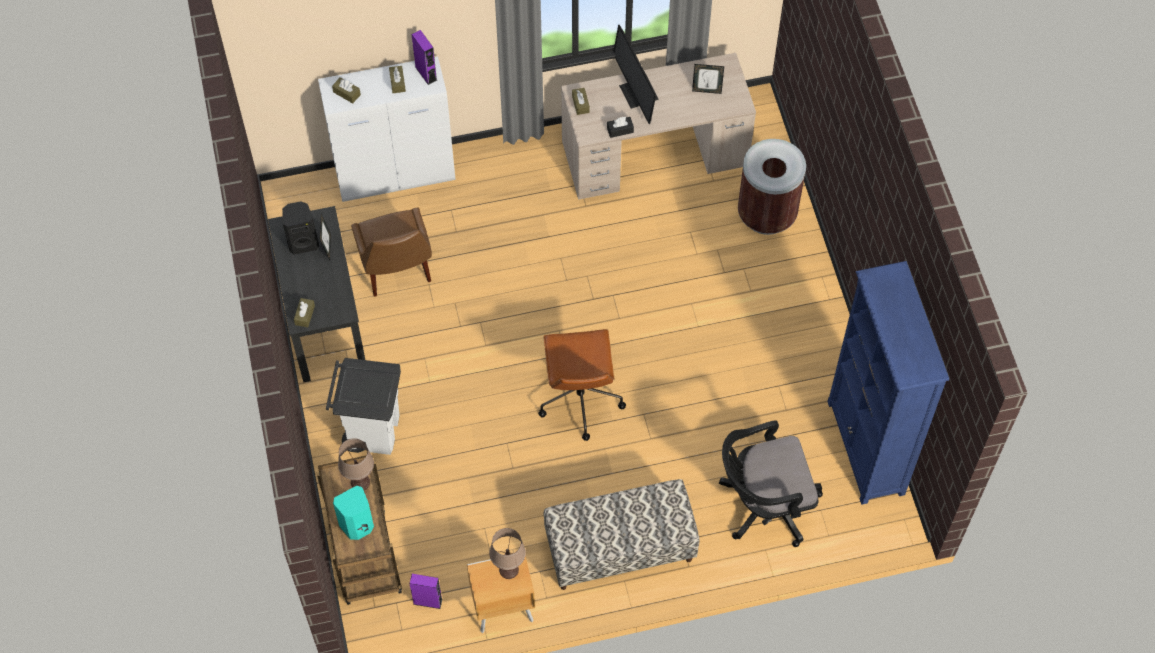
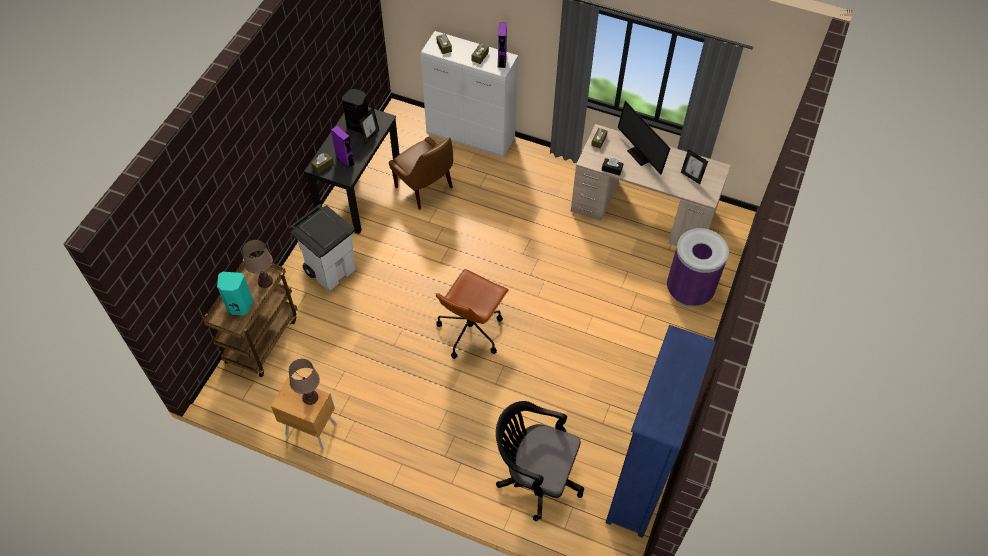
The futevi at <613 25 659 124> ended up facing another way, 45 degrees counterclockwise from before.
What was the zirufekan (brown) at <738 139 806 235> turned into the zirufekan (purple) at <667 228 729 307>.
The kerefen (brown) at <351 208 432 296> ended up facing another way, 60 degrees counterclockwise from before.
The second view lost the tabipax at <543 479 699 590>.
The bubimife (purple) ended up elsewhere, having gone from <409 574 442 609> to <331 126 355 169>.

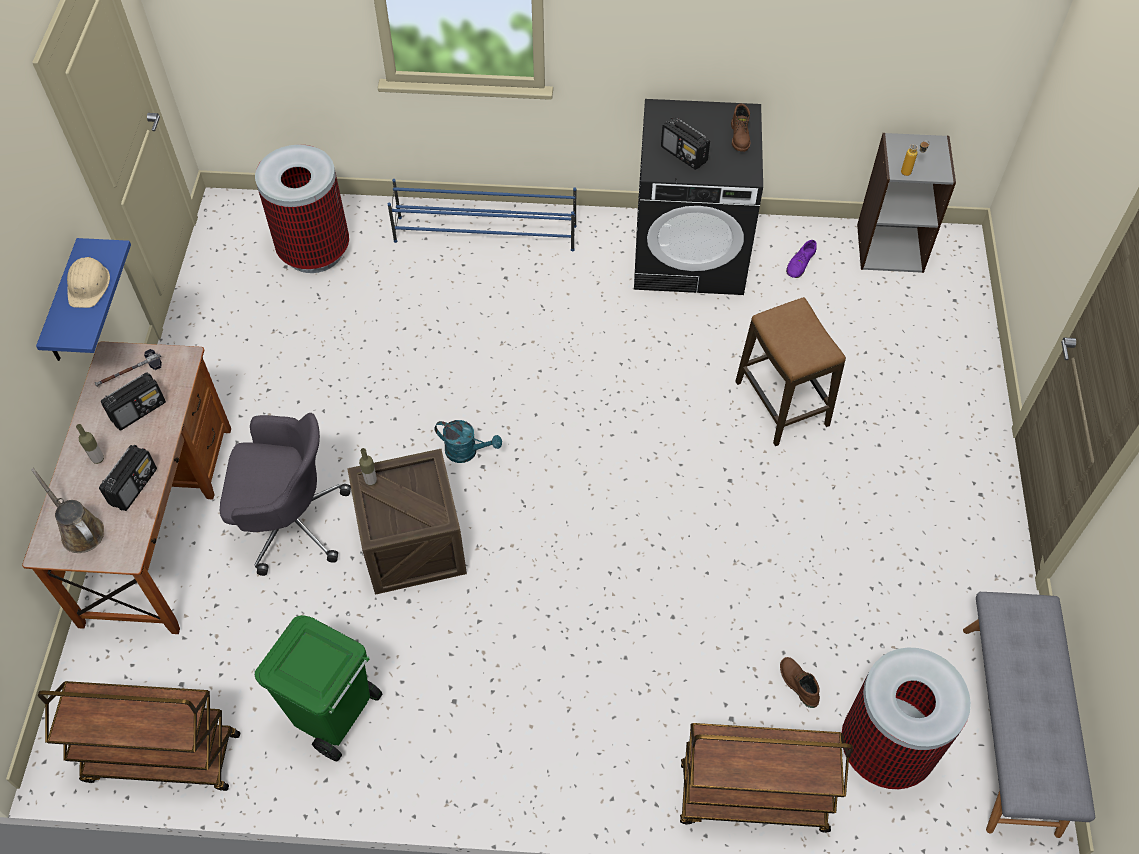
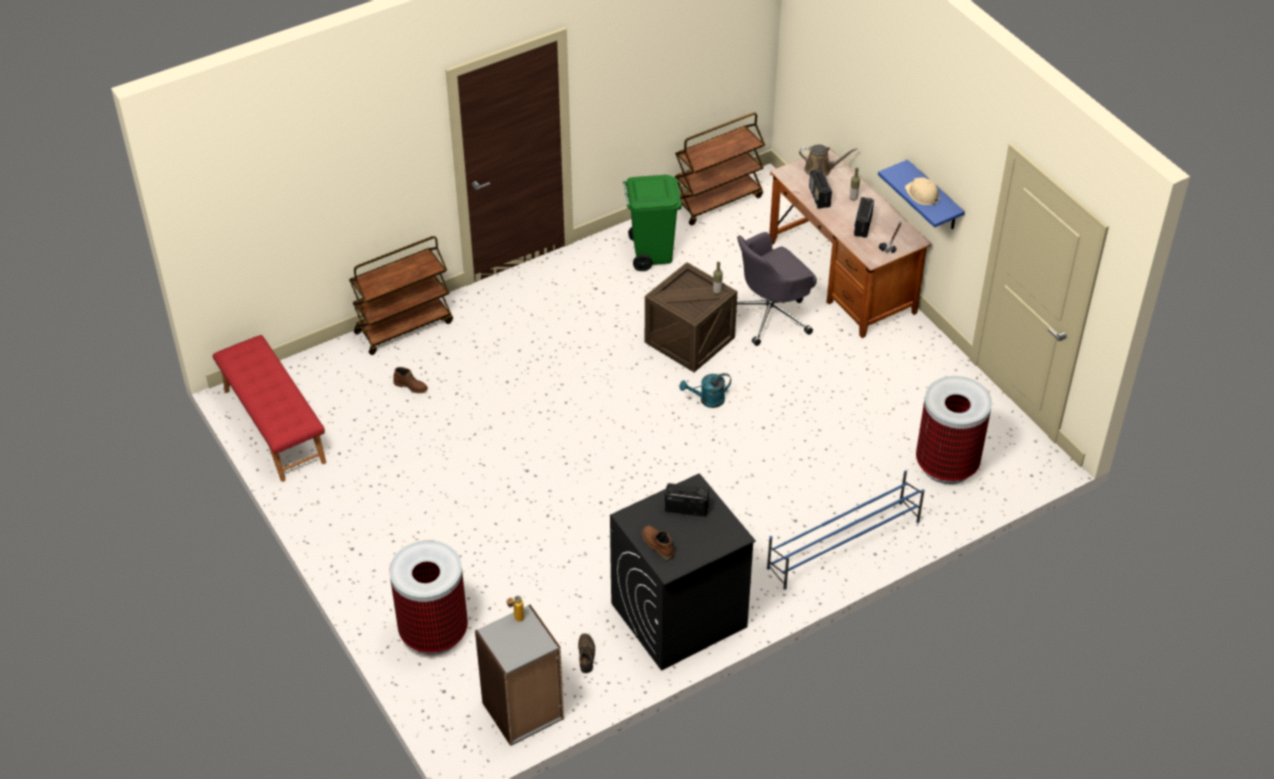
What was the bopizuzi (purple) at <786 240 817 278> turned into the bopizuzi (brown) at <578 633 595 673>.
The second view lost the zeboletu at <735 297 846 446>.
What was the tabipax (grey) at <963 592 1095 838> turned into the tabipax (red) at <213 335 326 482>.
The zirufekan ended up elsewhere, having gone from <842 648 971 789> to <389 540 468 655>.

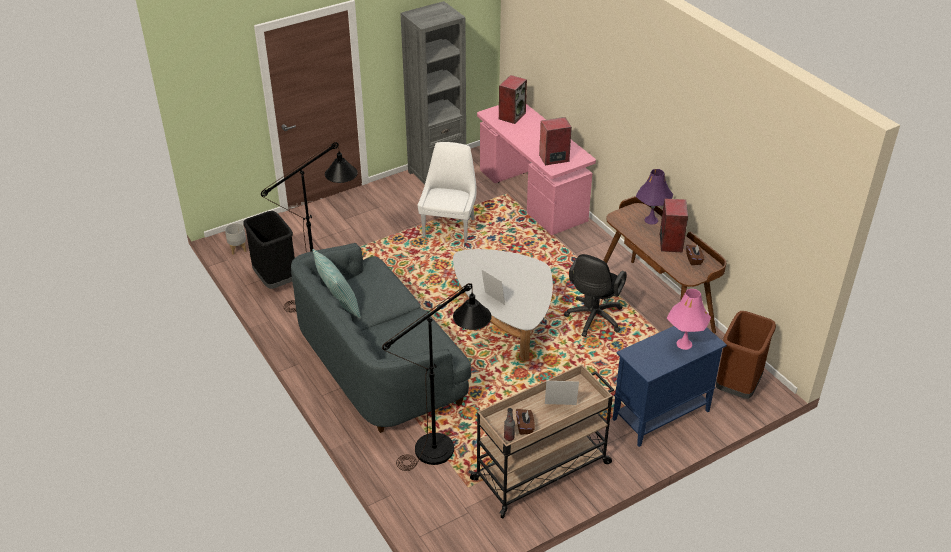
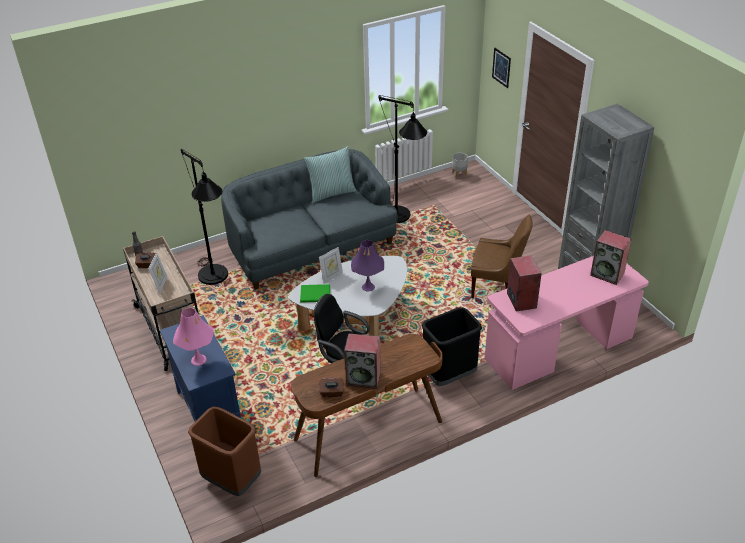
What was the kerefen (white) at <418 142 476 242> turned into the kerefen (brown) at <471 215 533 298>.
The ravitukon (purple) ended up elsewhere, having gone from <636 169 673 225> to <351 240 384 292>.
The zirufekan (black) ended up elsewhere, having gone from <243 211 295 289> to <422 307 482 386>.
The second view gained the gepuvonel at <492 48 511 88>.
The second view gained the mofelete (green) at <300 284 330 303>.

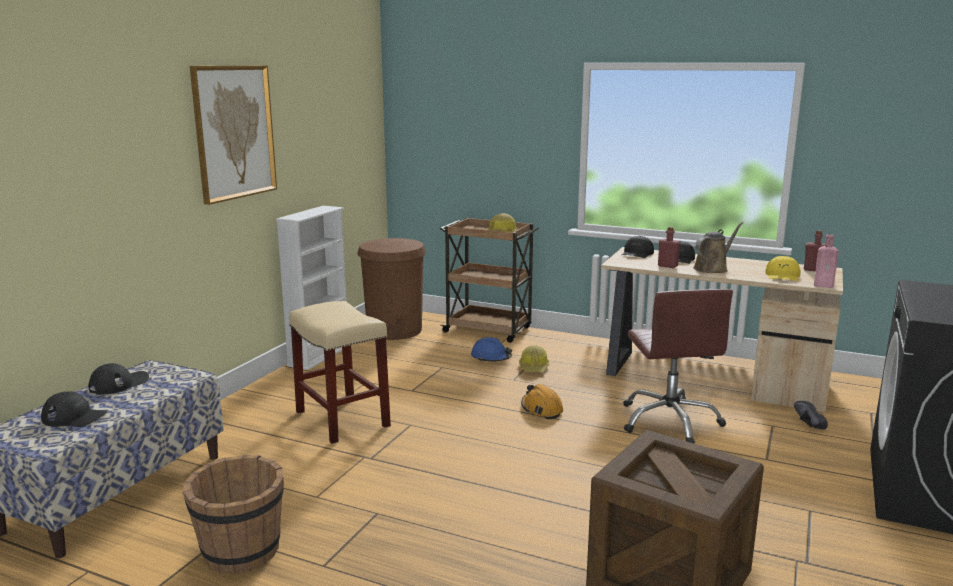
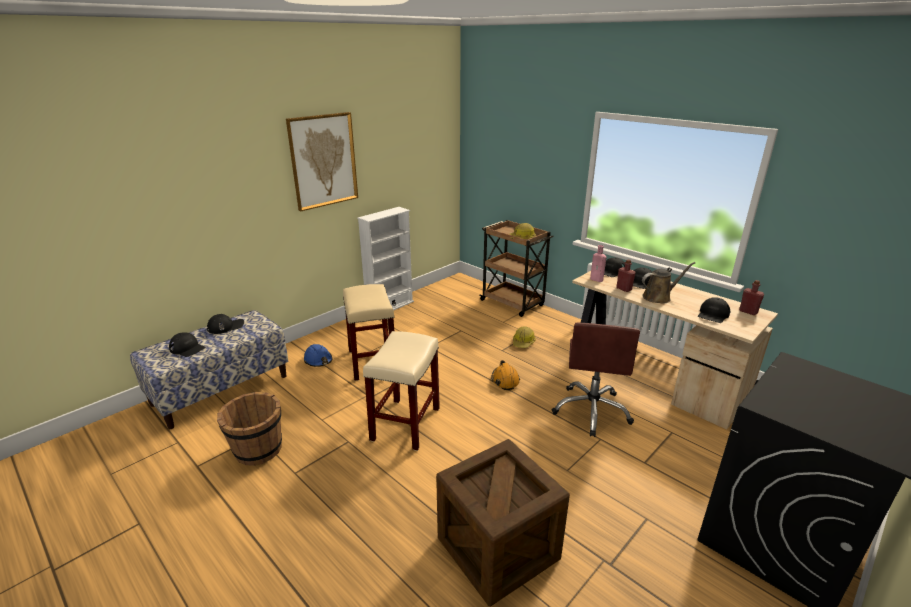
The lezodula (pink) ended up elsewhere, having gone from <814 234 839 288> to <590 245 606 282>.
The second view lost the zirufekan (brown) at <358 238 426 340>.
What was the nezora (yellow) at <765 256 801 281> turned into the nezora (black) at <698 297 730 323>.
The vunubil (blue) ended up elsewhere, having gone from <471 337 512 362> to <304 344 332 367>.
The second view lost the bopizuzi (black) at <794 401 828 430>.
The second view gained the zeboletu (beige) at <363 331 440 451>.

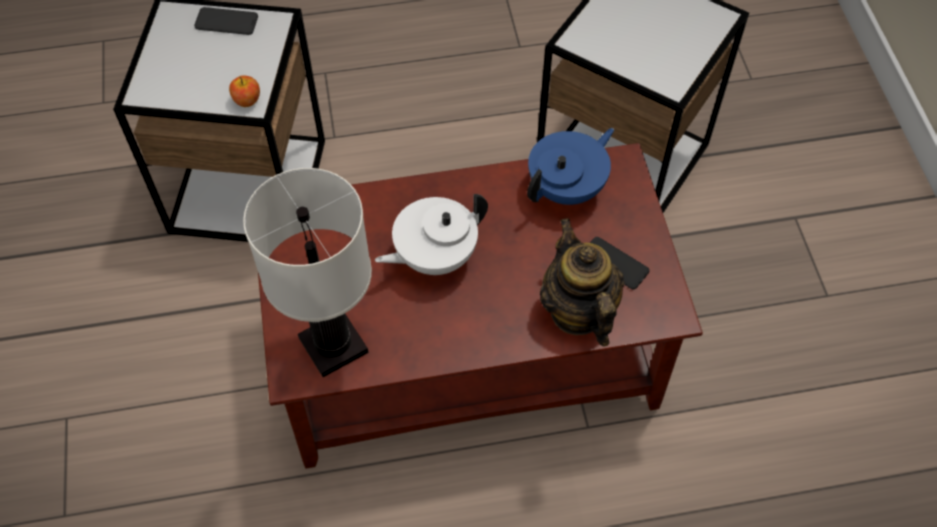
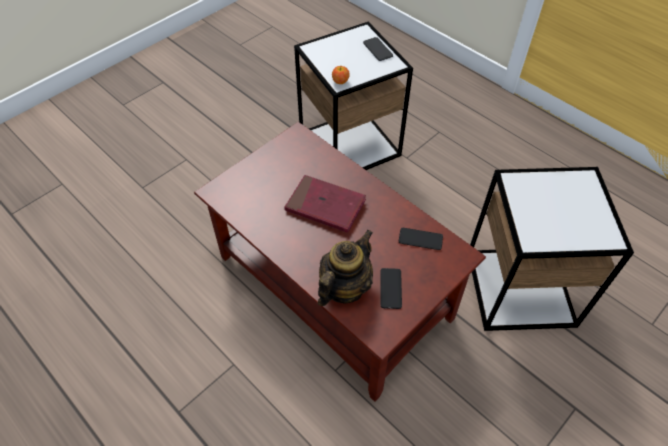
Where the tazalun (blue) stood at <527 128 614 205>, the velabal came to stand at <399 228 443 250>.
The second view lost the ravitukon (white) at <243 168 372 377>.
Where the tazalun (white) stood at <375 194 488 275>, the mofelete (red) came to stand at <284 175 366 233>.

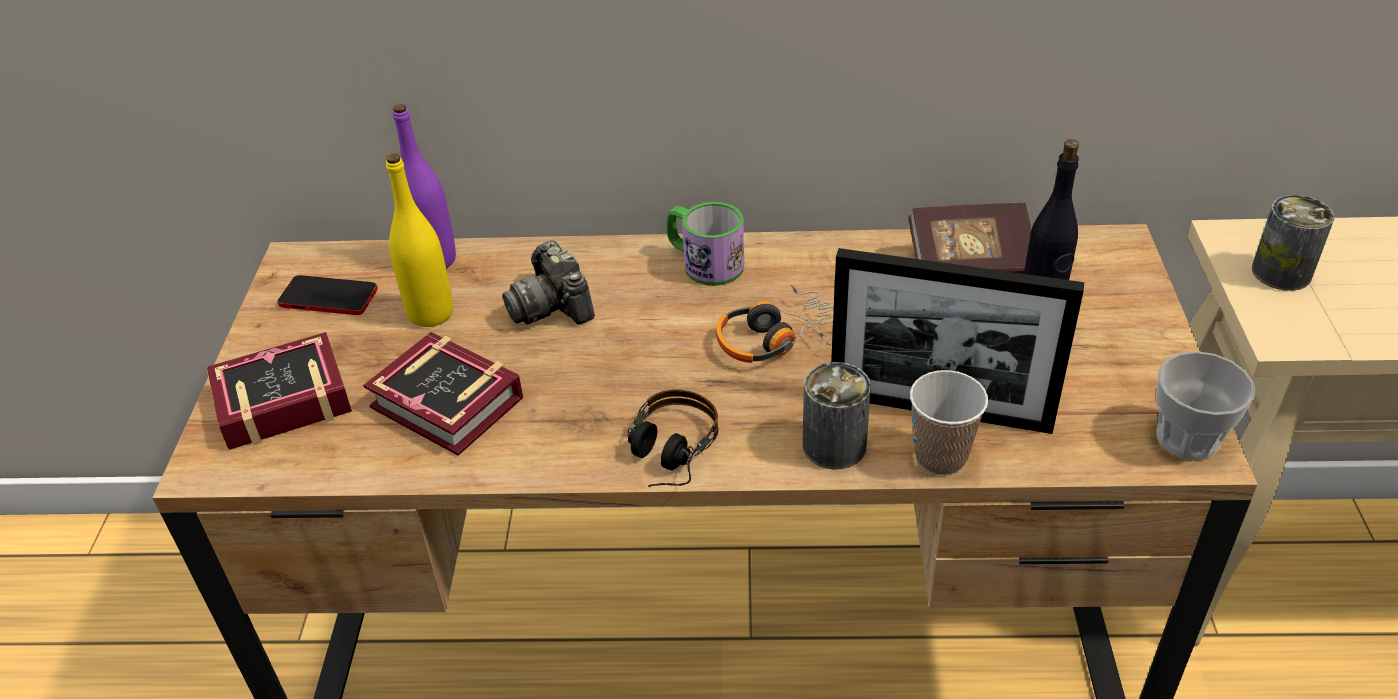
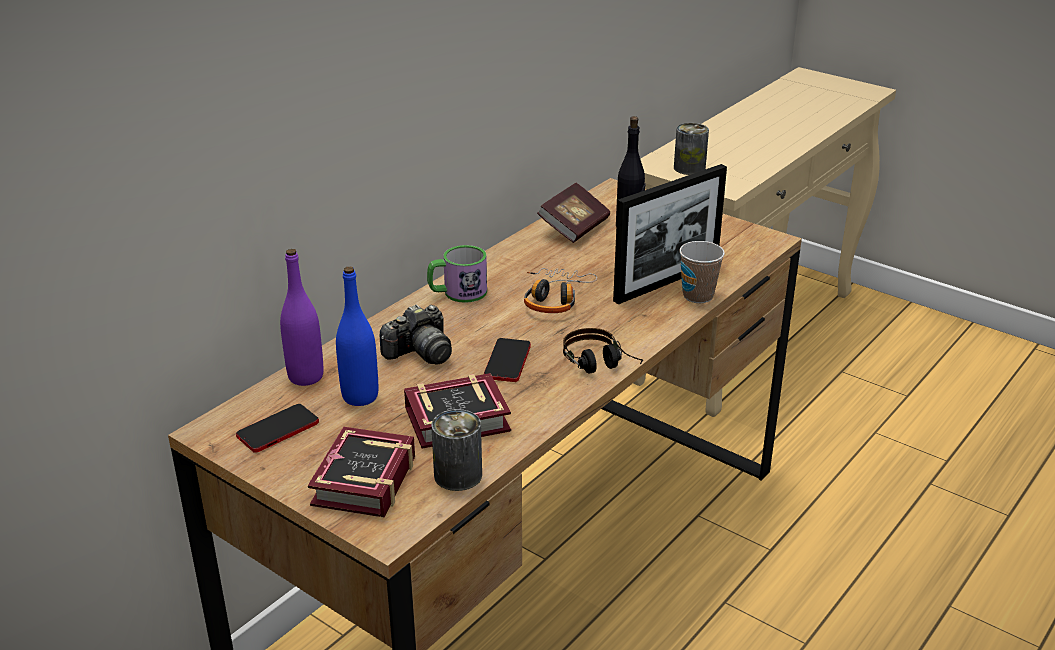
What was the lezodula (yellow) at <386 153 453 327> turned into the lezodula (blue) at <336 266 378 406>.
The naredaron at <502 240 595 325> ended up facing another way, 45 degrees counterclockwise from before.
The second view lost the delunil at <1157 351 1255 461>.
The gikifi ended up elsewhere, having gone from <802 362 871 470> to <431 409 482 491>.
The second view gained the velabal at <484 338 531 382>.

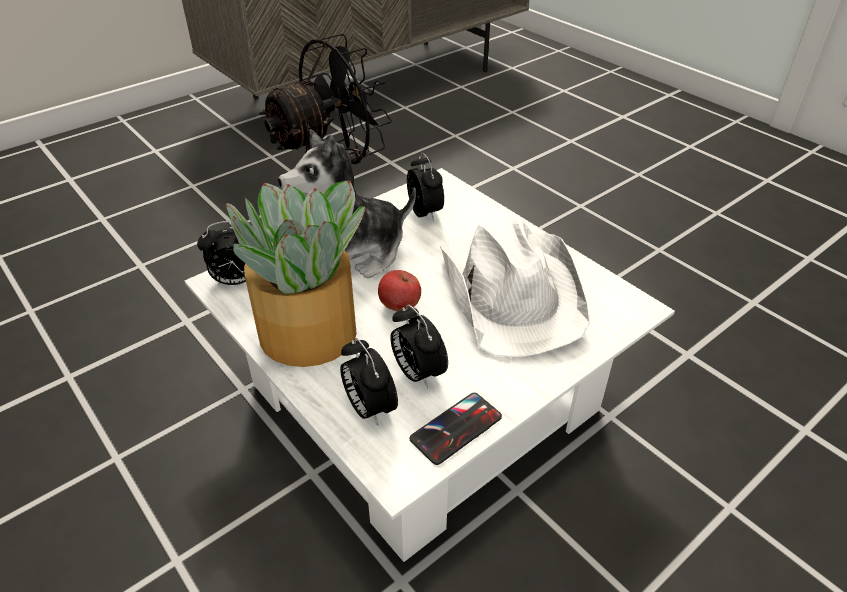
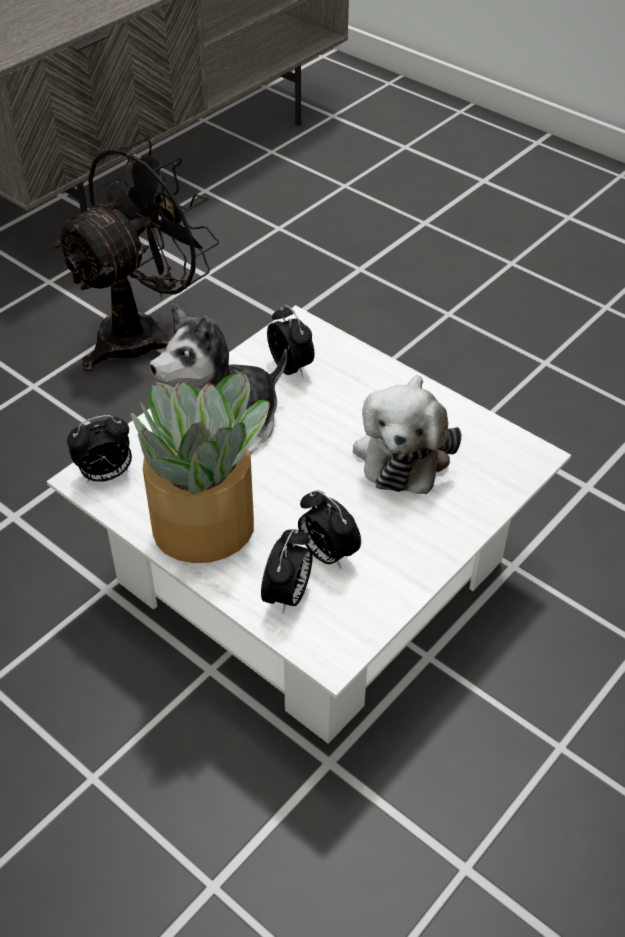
Where the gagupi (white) stood at <440 216 590 357>, the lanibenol came to stand at <353 375 461 494>.
The second view lost the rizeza at <378 270 421 311>.
The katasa at <340 338 398 426> ended up facing another way, 120 degrees counterclockwise from before.
The second view lost the velabal at <410 393 502 465>.

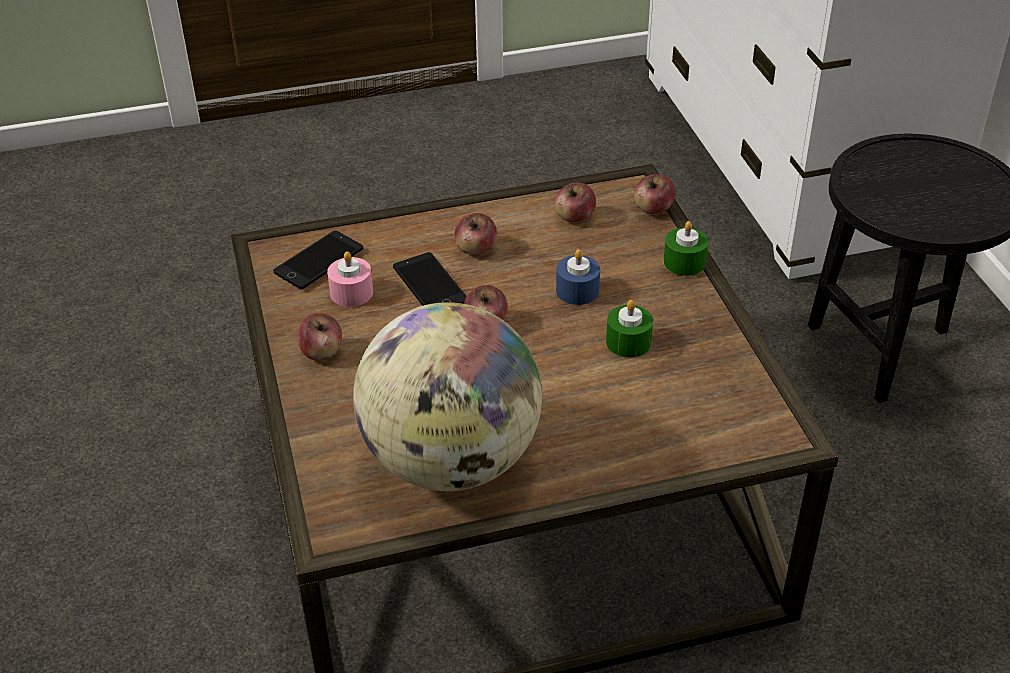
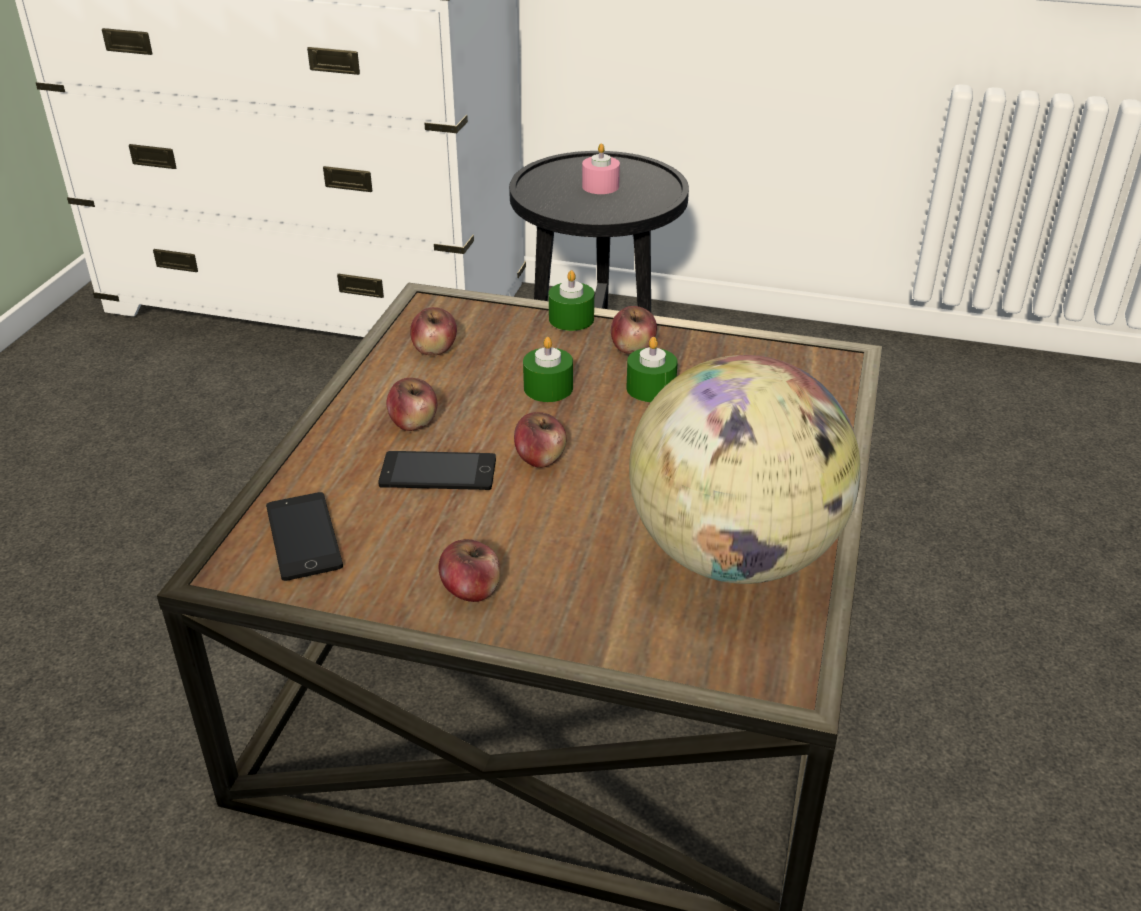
The rizeza ended up elsewhere, having gone from <634 174 675 214> to <611 306 657 354>.
What was the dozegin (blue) at <556 249 600 305> turned into the dozegin (green) at <523 337 573 402>.
The dozegin (pink) ended up elsewhere, having gone from <327 251 373 307> to <582 143 620 194>.

